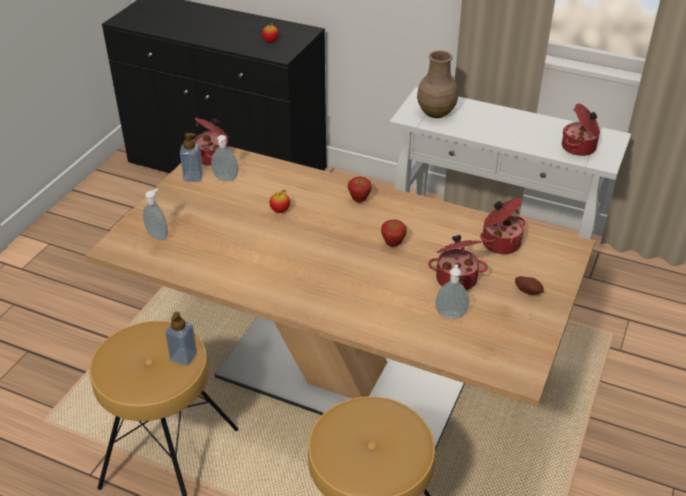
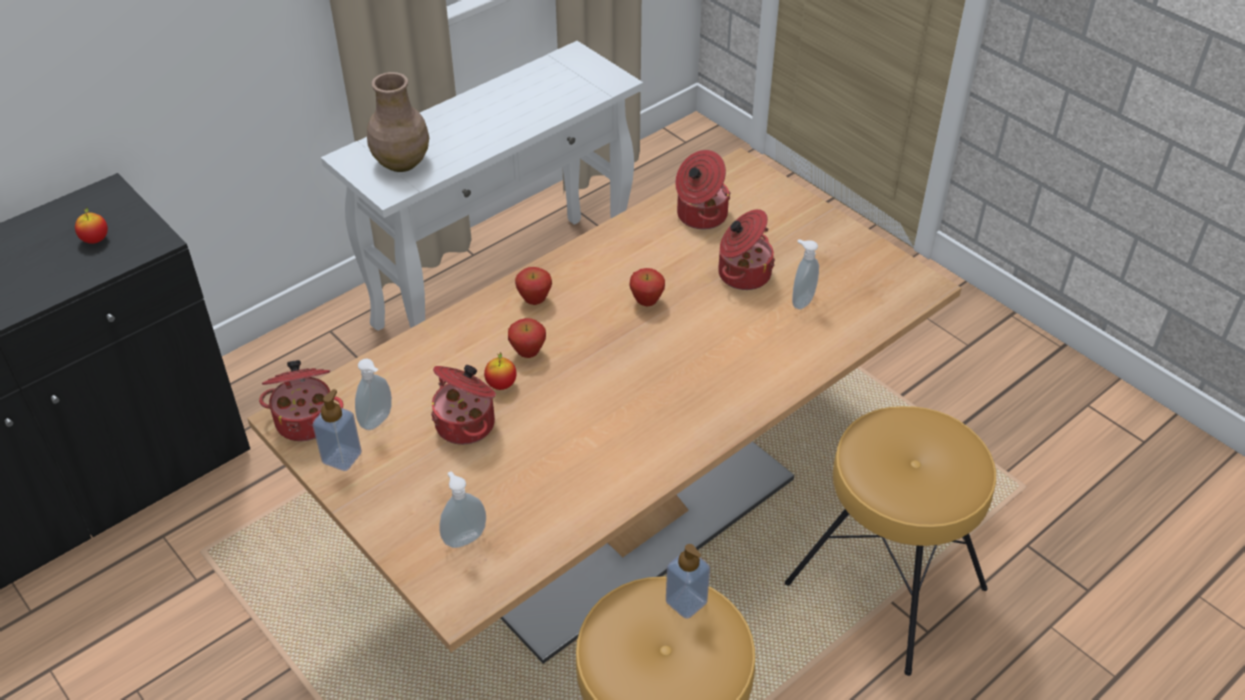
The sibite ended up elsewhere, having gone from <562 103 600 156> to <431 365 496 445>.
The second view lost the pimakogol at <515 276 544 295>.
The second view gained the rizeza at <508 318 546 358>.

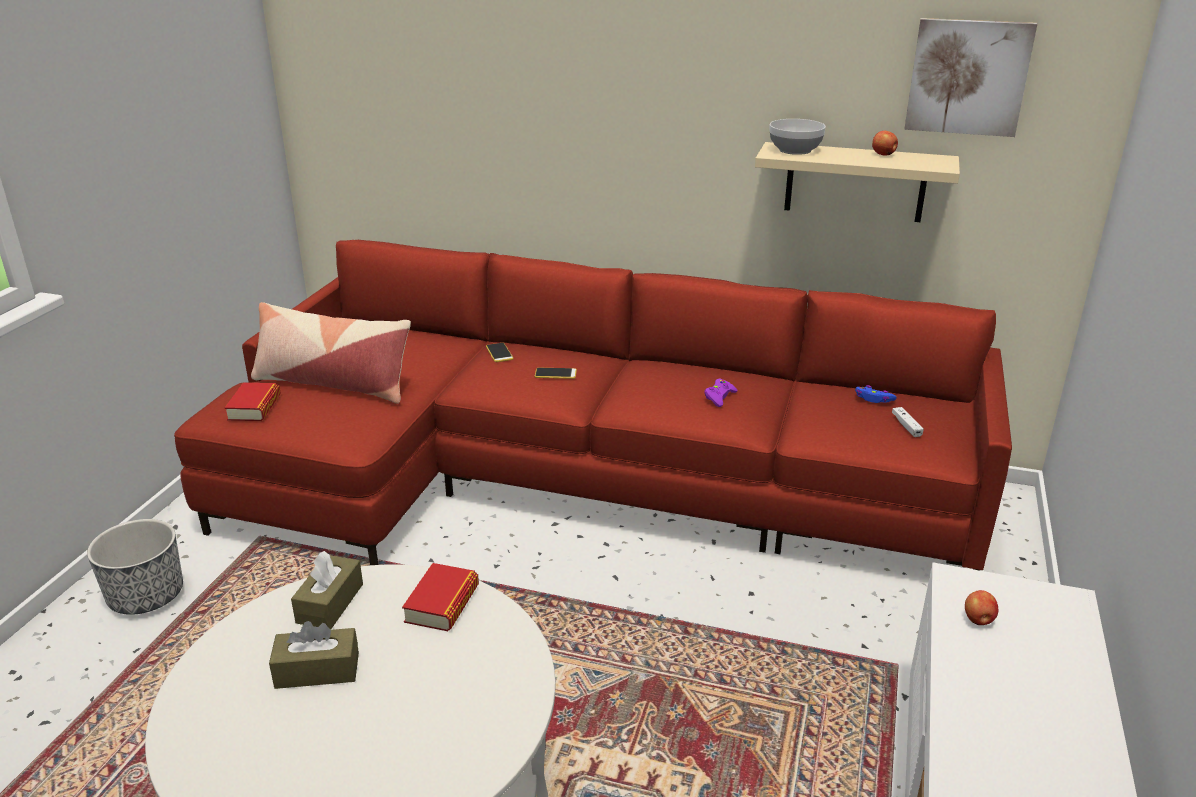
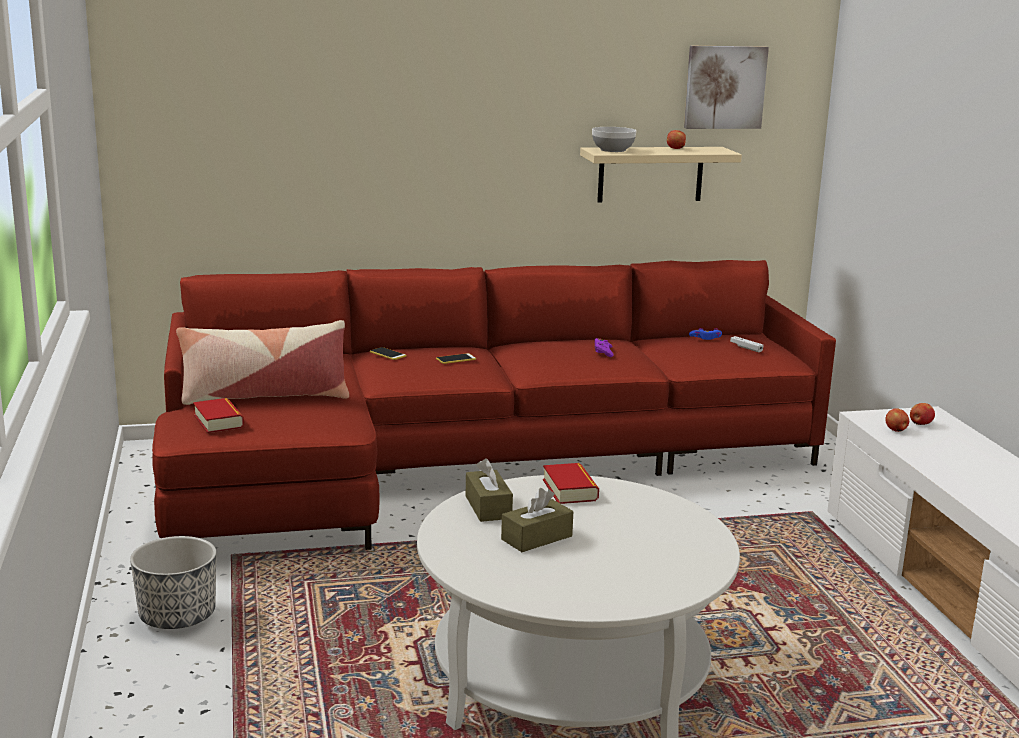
The second view gained the rizeza at <910 403 935 425>.

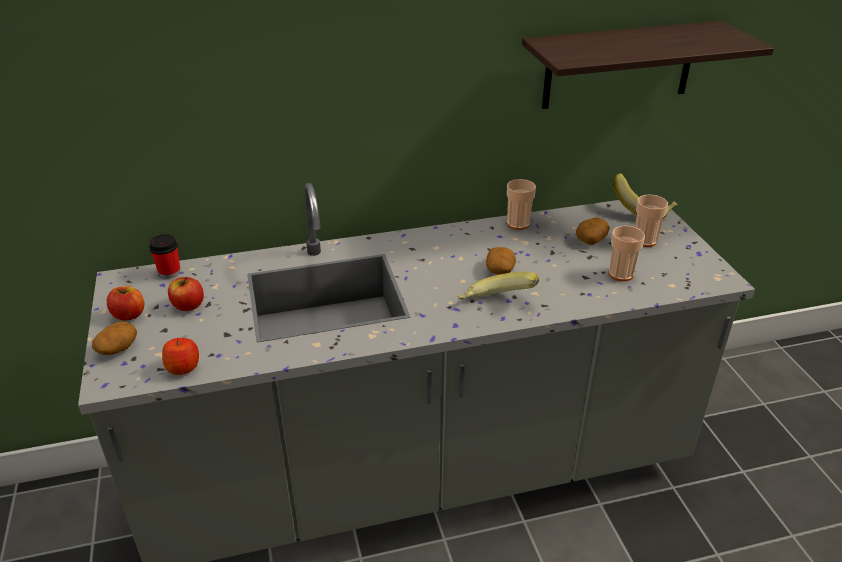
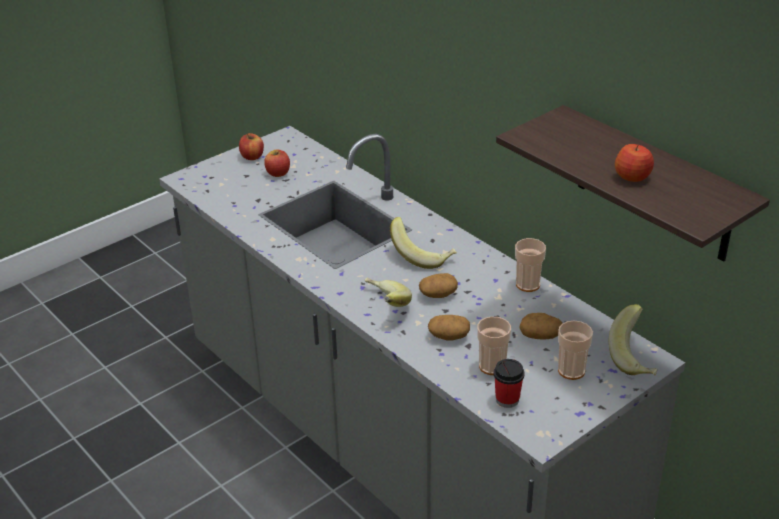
The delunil ended up elsewhere, having gone from <149 234 180 279> to <494 359 524 408>.
The pimakogol ended up elsewhere, having gone from <92 322 137 355> to <428 315 470 341>.
The rizeza ended up elsewhere, having gone from <162 338 199 375> to <615 144 654 182>.
The second view gained the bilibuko at <390 217 457 269>.

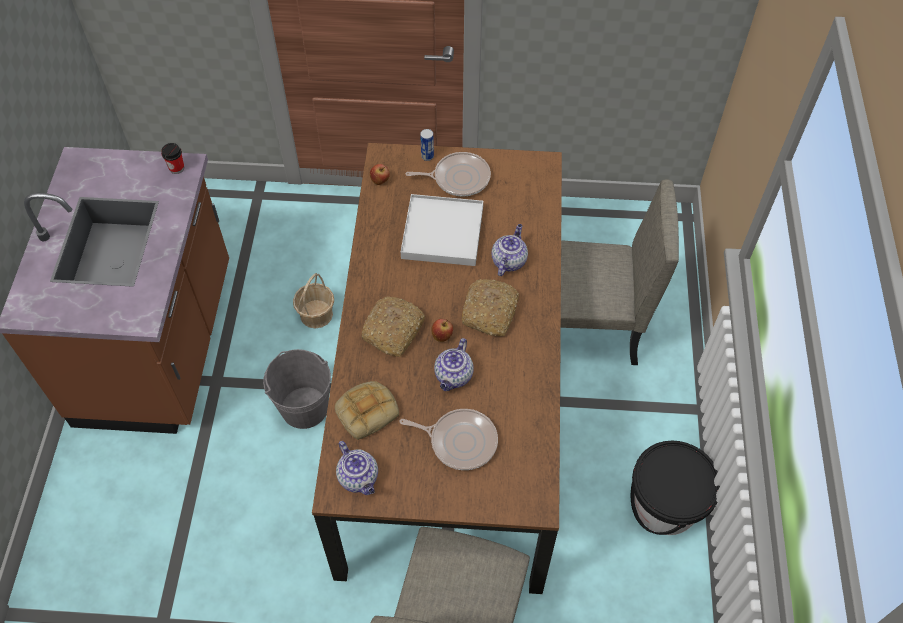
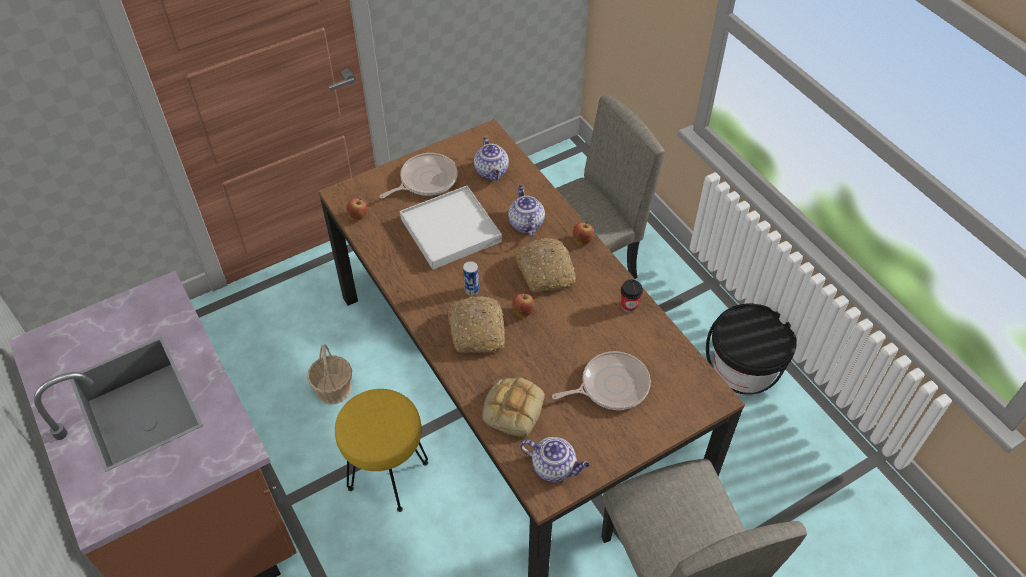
The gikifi ended up elsewhere, having gone from <420 129 434 161> to <463 261 479 296>.
The delunil ended up elsewhere, having gone from <161 143 184 174> to <621 280 643 313>.
The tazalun ended up elsewhere, having gone from <434 338 474 391> to <474 136 509 181>.
Where the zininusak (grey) stood at <263 349 331 429>, the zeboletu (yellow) came to stand at <335 389 428 512>.
The second view gained the rizeza at <573 221 594 246>.

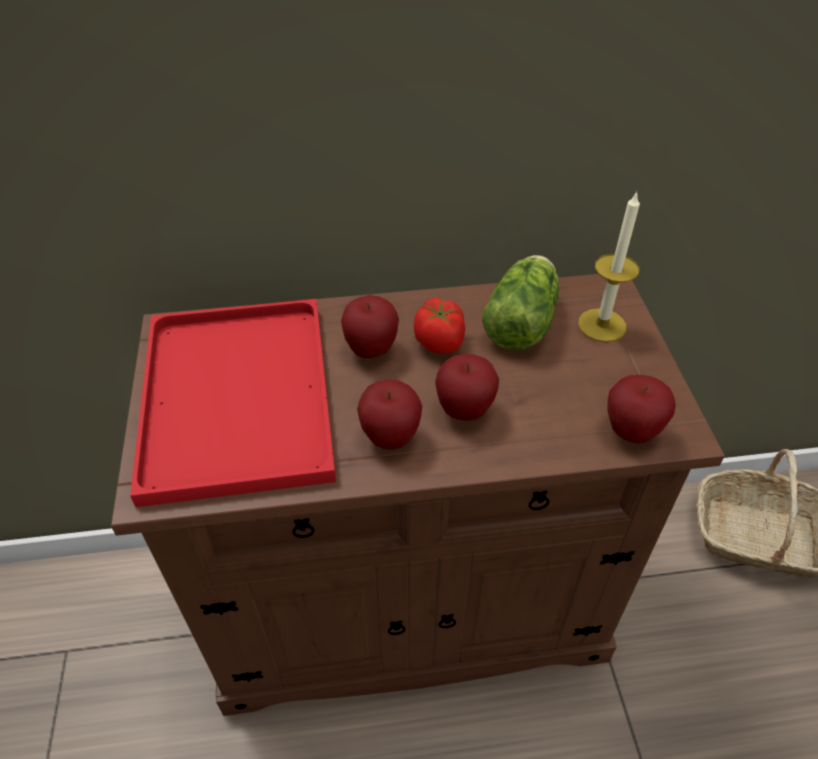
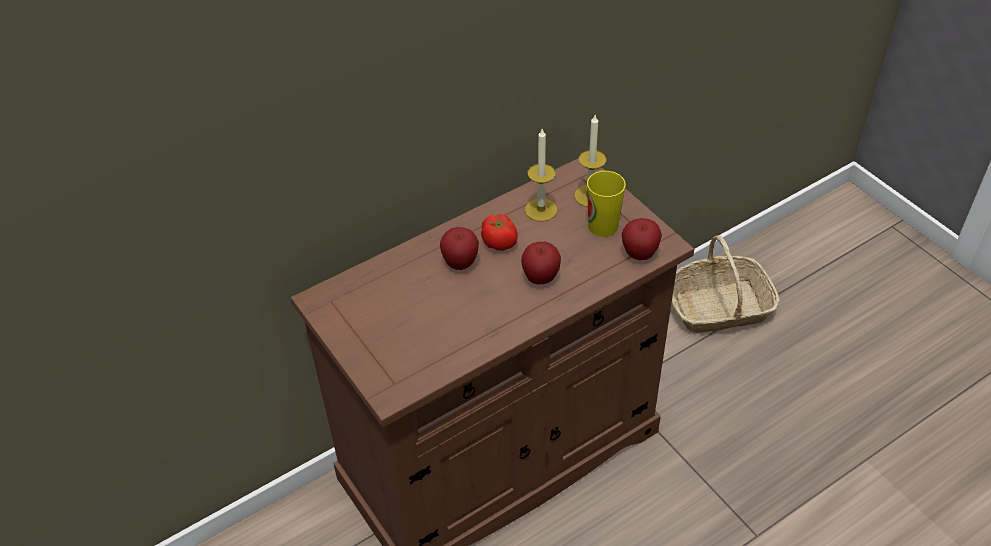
Where the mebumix stood at <482 255 559 351>, the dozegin came to stand at <525 129 557 222>.
The second view lost the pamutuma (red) at <130 299 336 507>.
The second view lost the rizeza at <357 379 422 450>.
The second view gained the delunil at <587 171 626 237>.

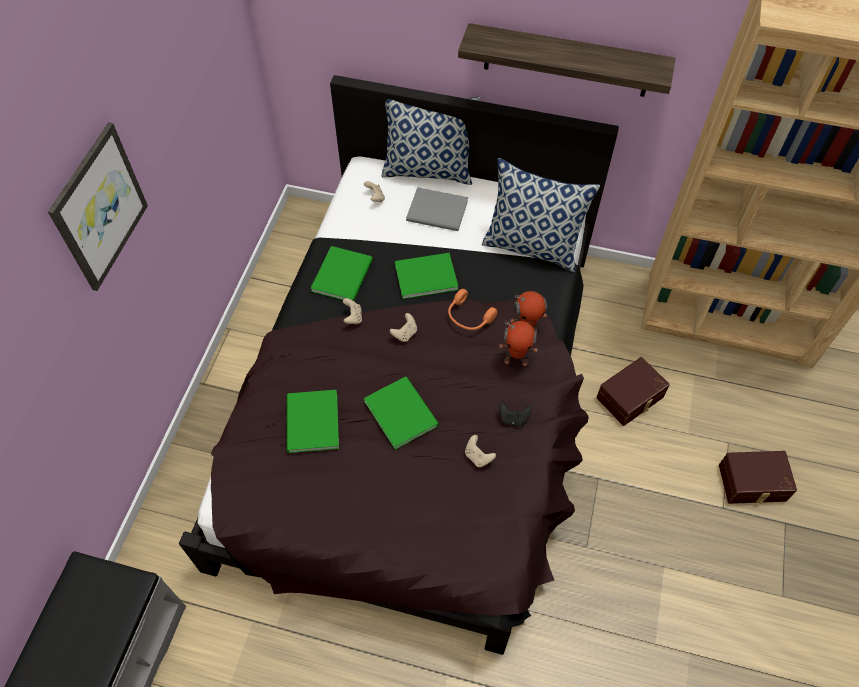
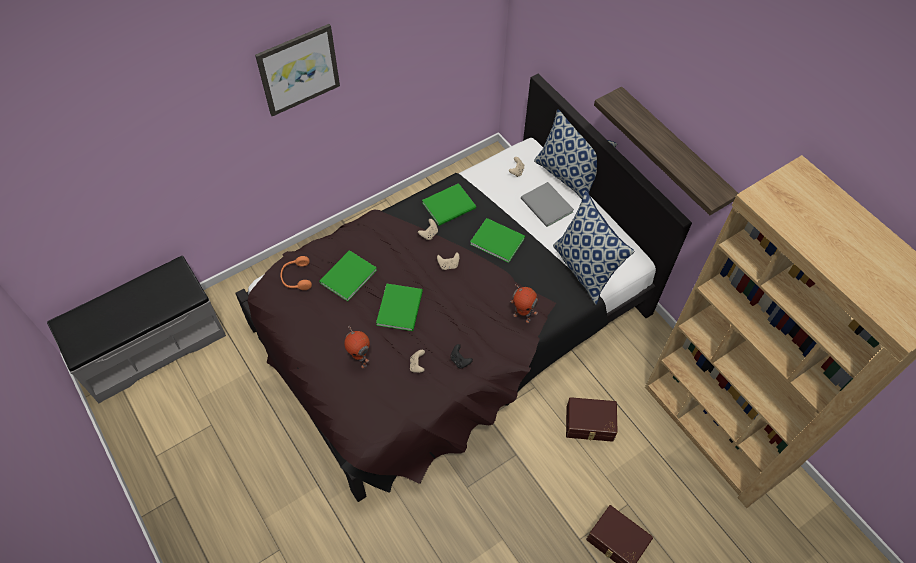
The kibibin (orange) ended up elsewhere, having gone from <448 289 497 330> to <280 256 312 290>.
The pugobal ended up elsewhere, having gone from <499 320 538 366> to <344 325 370 368>.

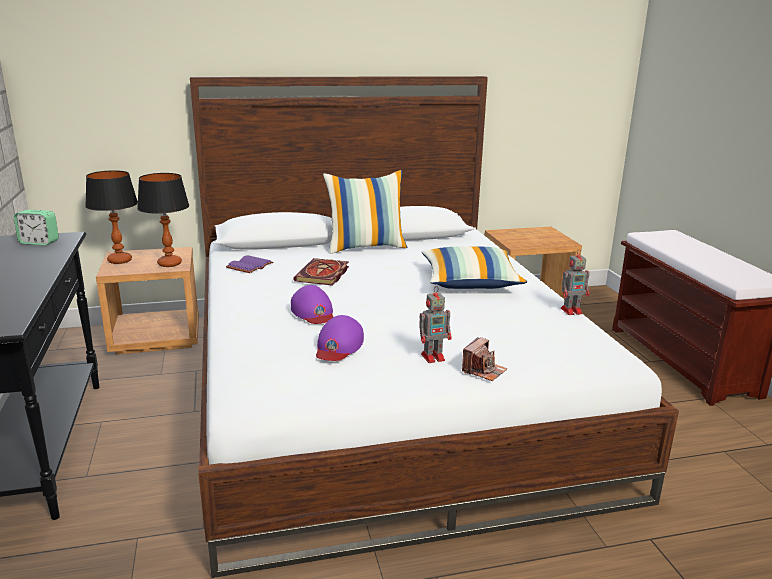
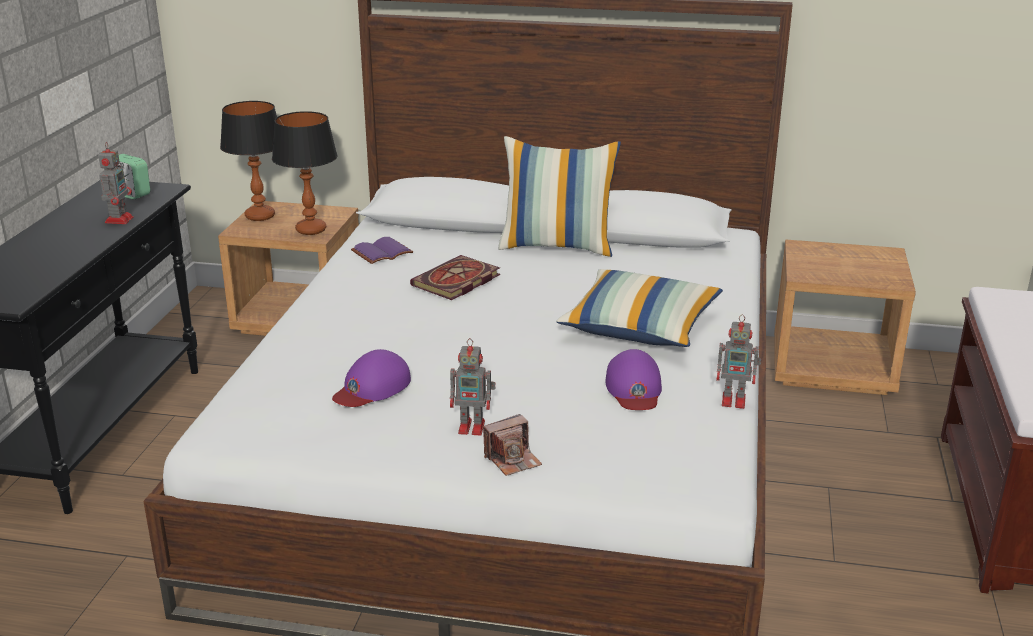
The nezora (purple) ended up elsewhere, having gone from <291 285 333 324> to <606 349 662 410>.
The second view gained the pugobal at <98 142 134 224>.

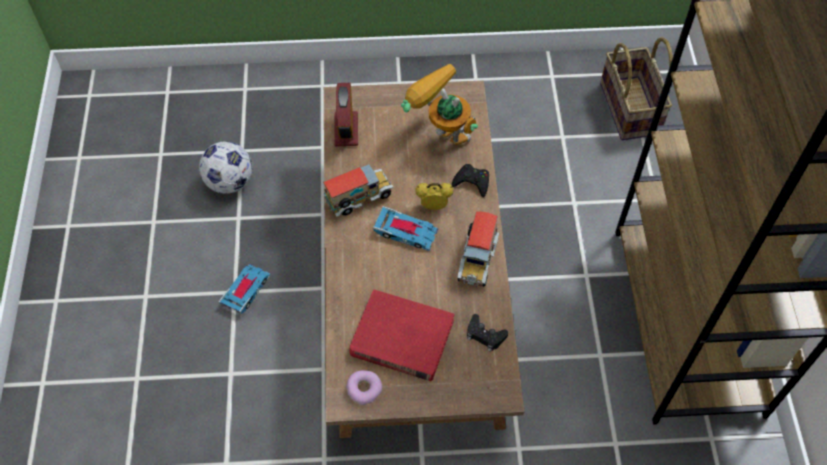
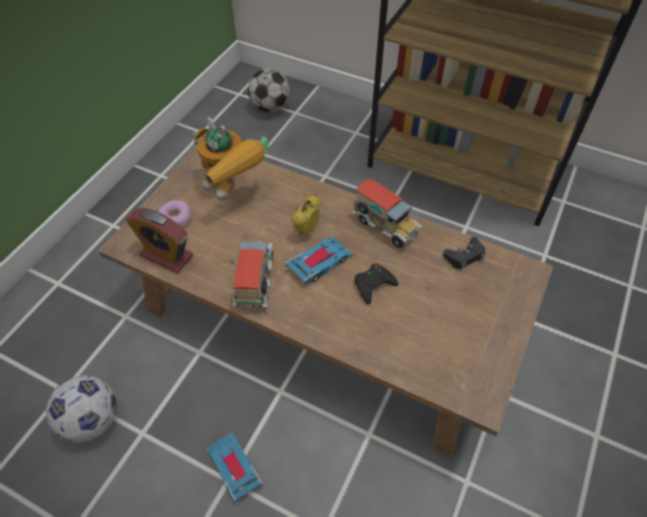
Where the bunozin stood at <600 37 673 140>, the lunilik came to stand at <248 69 290 112>.
The pugobal at <401 64 478 145> ended up facing another way, 120 degrees counterclockwise from before.
The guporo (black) ended up elsewhere, having gone from <452 164 489 197> to <354 264 398 305>.
The second view lost the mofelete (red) at <349 290 454 381>.
The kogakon ended up elsewhere, having gone from <346 370 383 405> to <158 200 191 227>.

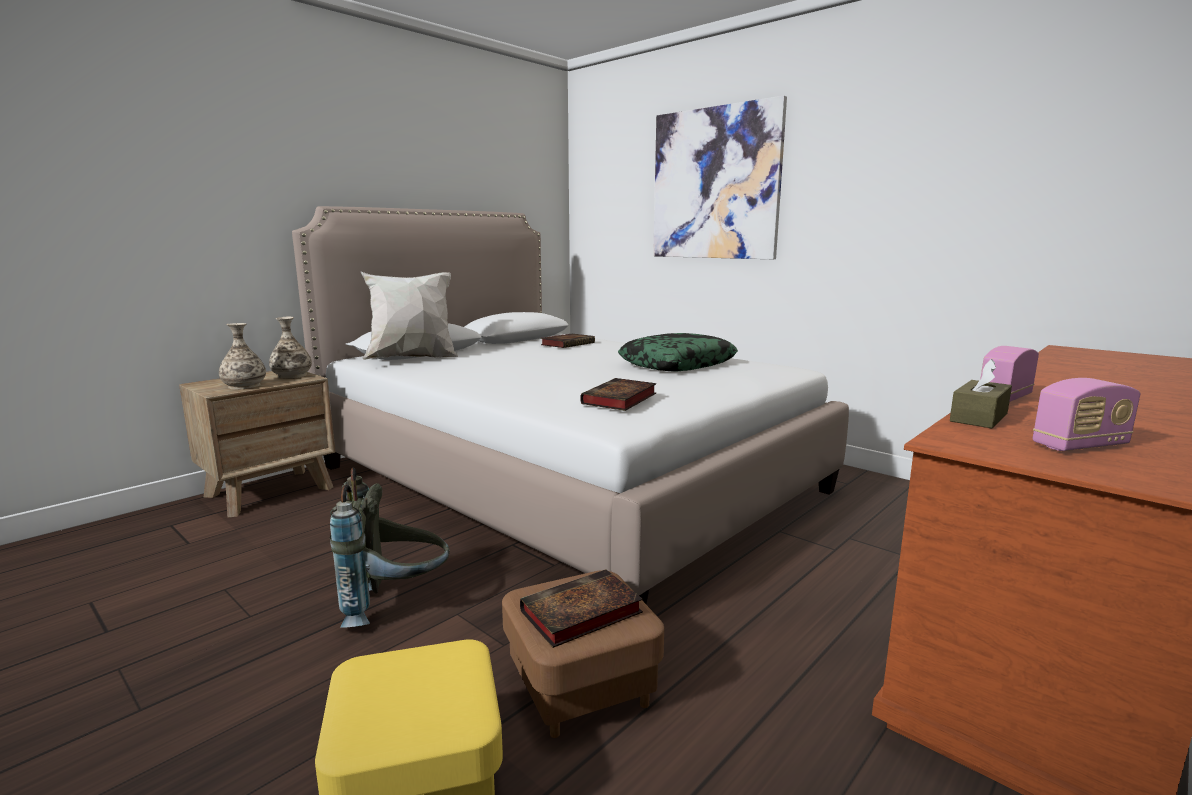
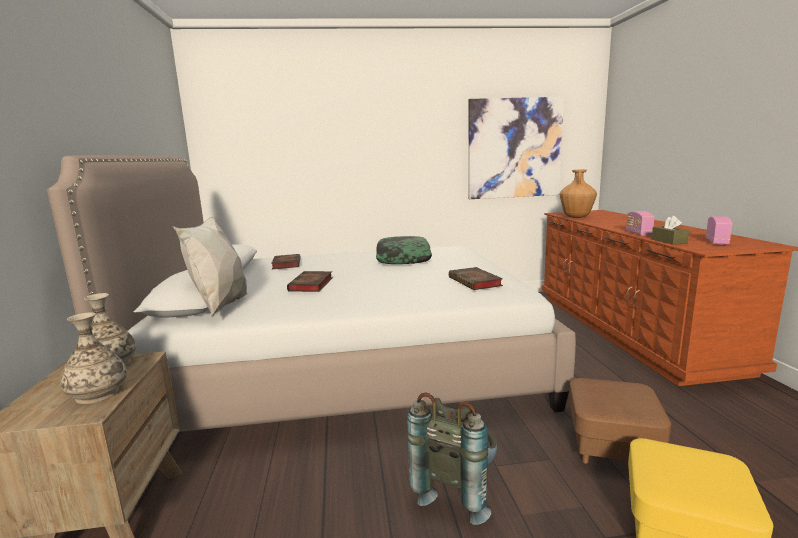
The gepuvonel ended up elsewhere, having gone from <653 95 787 259> to <468 97 564 199>.
The mofelete ended up elsewhere, having gone from <520 569 643 648> to <287 271 333 292>.
The second view gained the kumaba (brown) at <560 170 597 218>.

